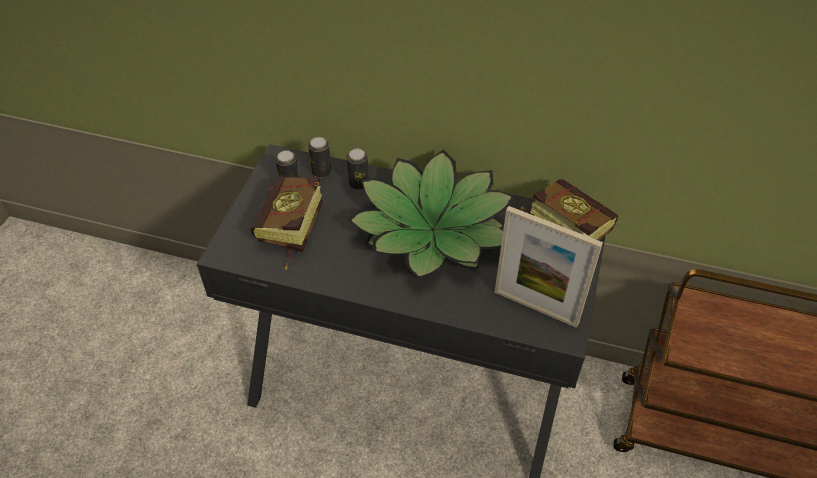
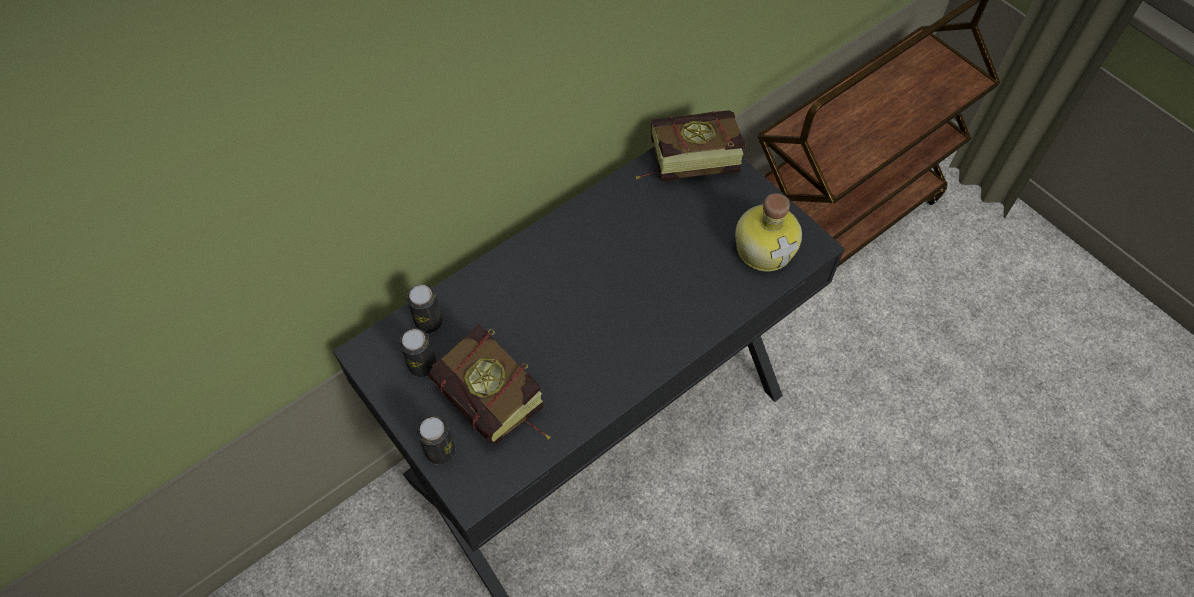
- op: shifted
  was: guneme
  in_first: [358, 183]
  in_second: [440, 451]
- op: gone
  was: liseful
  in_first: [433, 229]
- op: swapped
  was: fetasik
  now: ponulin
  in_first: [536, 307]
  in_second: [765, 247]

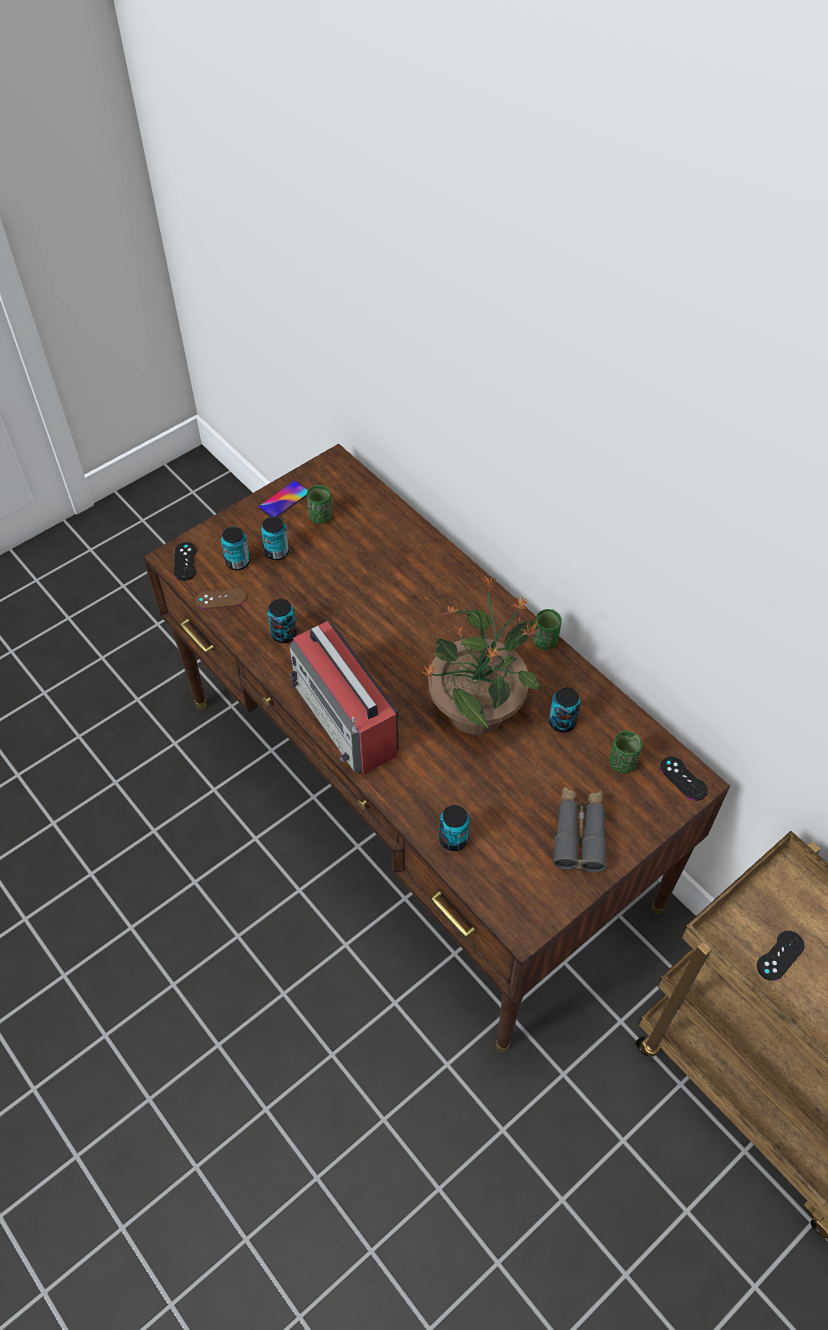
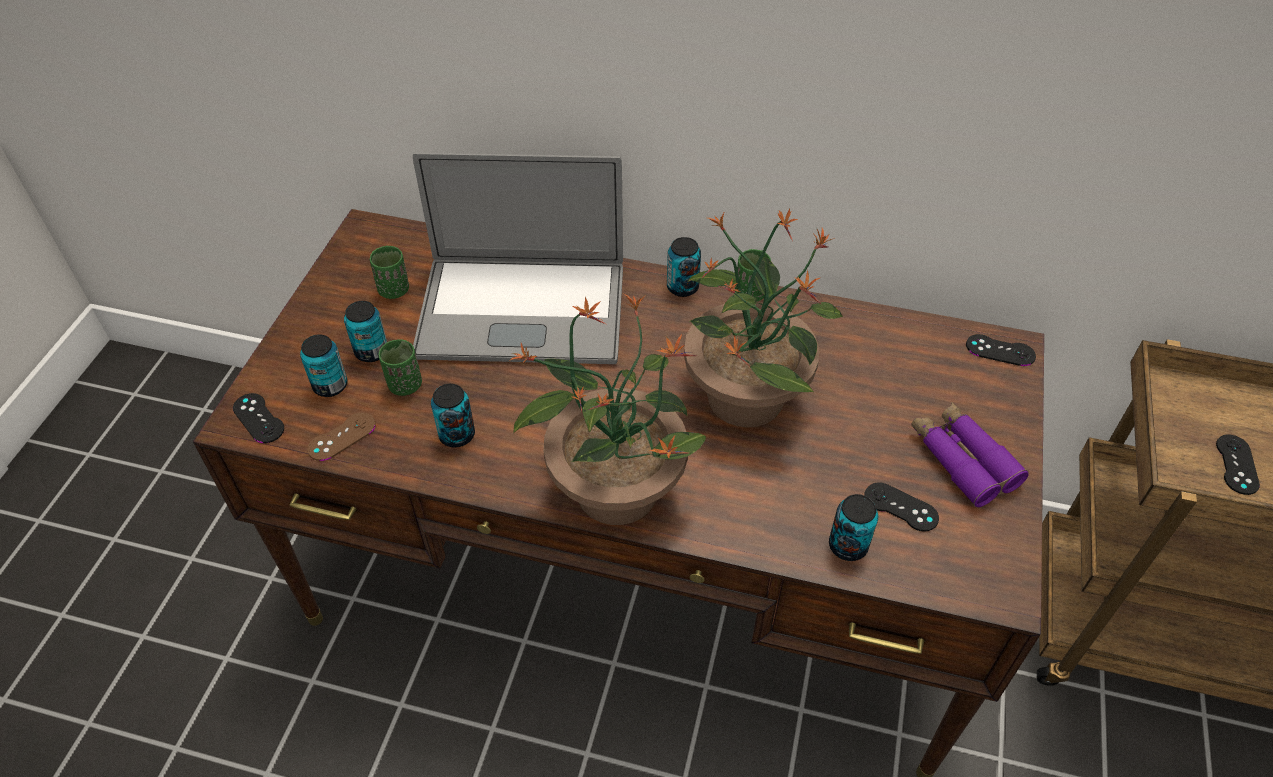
- op: gone
  was: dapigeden
  in_first: [284, 500]
- op: swapped
  was: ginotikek
  now: liseful
  in_first: [346, 720]
  in_second: [615, 488]
- op: shifted
  was: guneme
  in_first: [562, 722]
  in_second: [682, 287]
- op: shifted
  was: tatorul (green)
  in_first: [622, 763]
  in_second: [405, 385]
- op: repainted
  was: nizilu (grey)
  now: nizilu (purple)
  in_first: [579, 833]
  in_second: [962, 460]
- op: new
  now: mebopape
  in_second: [522, 310]
- op: new
  now: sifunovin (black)
  in_second: [901, 507]

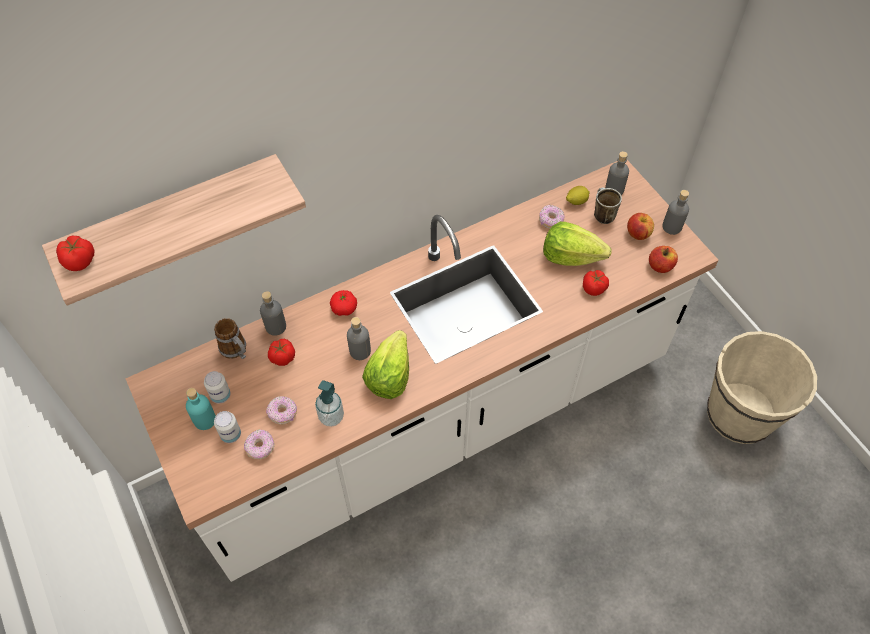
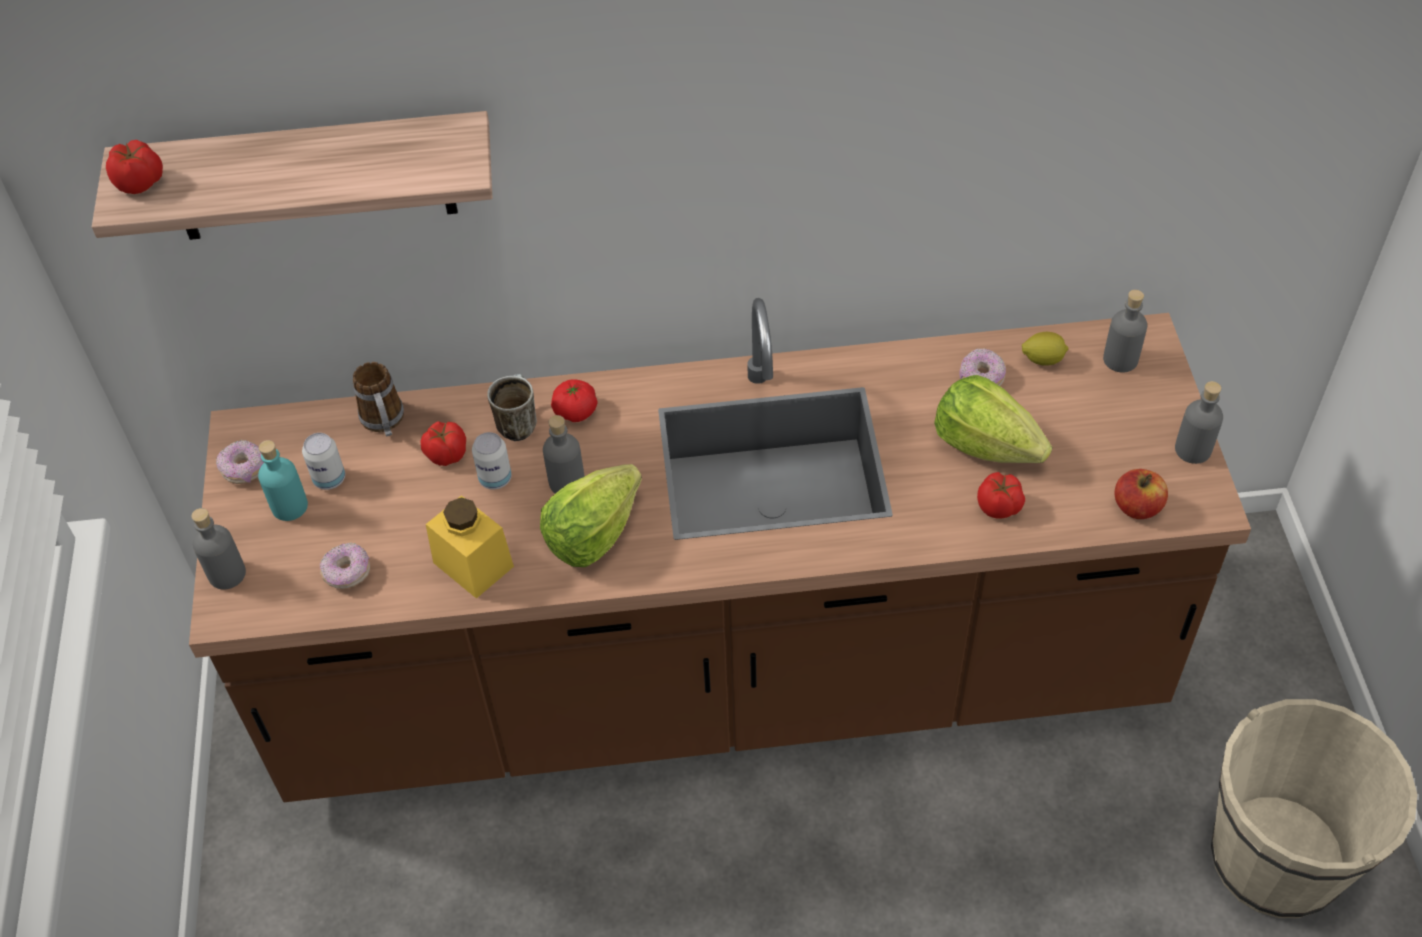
- op: repainted
  was: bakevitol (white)
  now: bakevitol (brown)
  in_first: [435, 422]
  in_second: [721, 681]
- op: shifted
  was: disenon
  in_first: [601, 214]
  in_second: [516, 423]
- op: gone
  was: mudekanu
  in_first: [638, 234]
- op: shifted
  was: ponulin (grey)
  in_first: [275, 326]
  in_second: [227, 574]
- op: swapped
  was: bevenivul
  now: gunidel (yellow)
  in_first: [331, 417]
  in_second: [473, 564]
- op: shifted
  was: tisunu
  in_first: [283, 413]
  in_second: [244, 469]
- op: shifted
  was: guneme
  in_first: [231, 434]
  in_second: [495, 479]

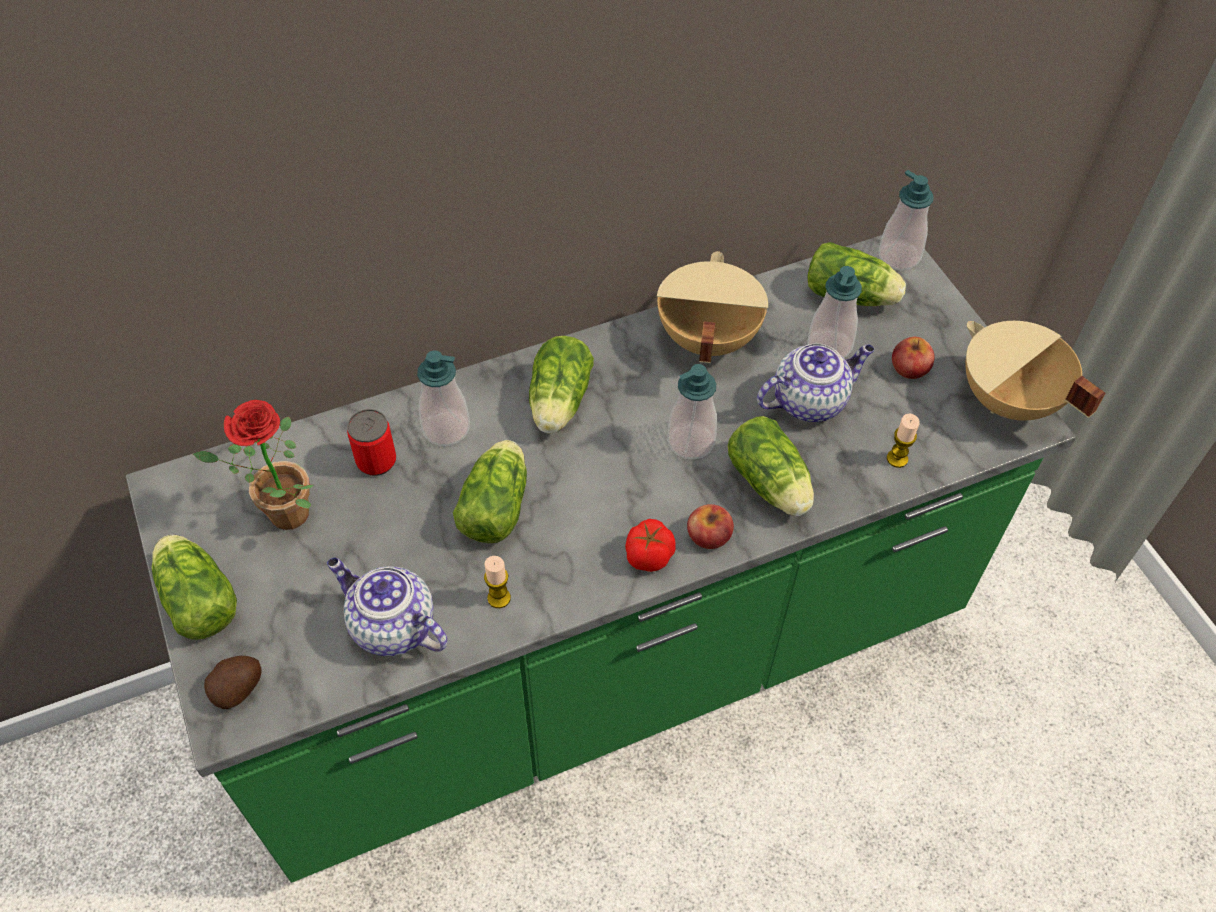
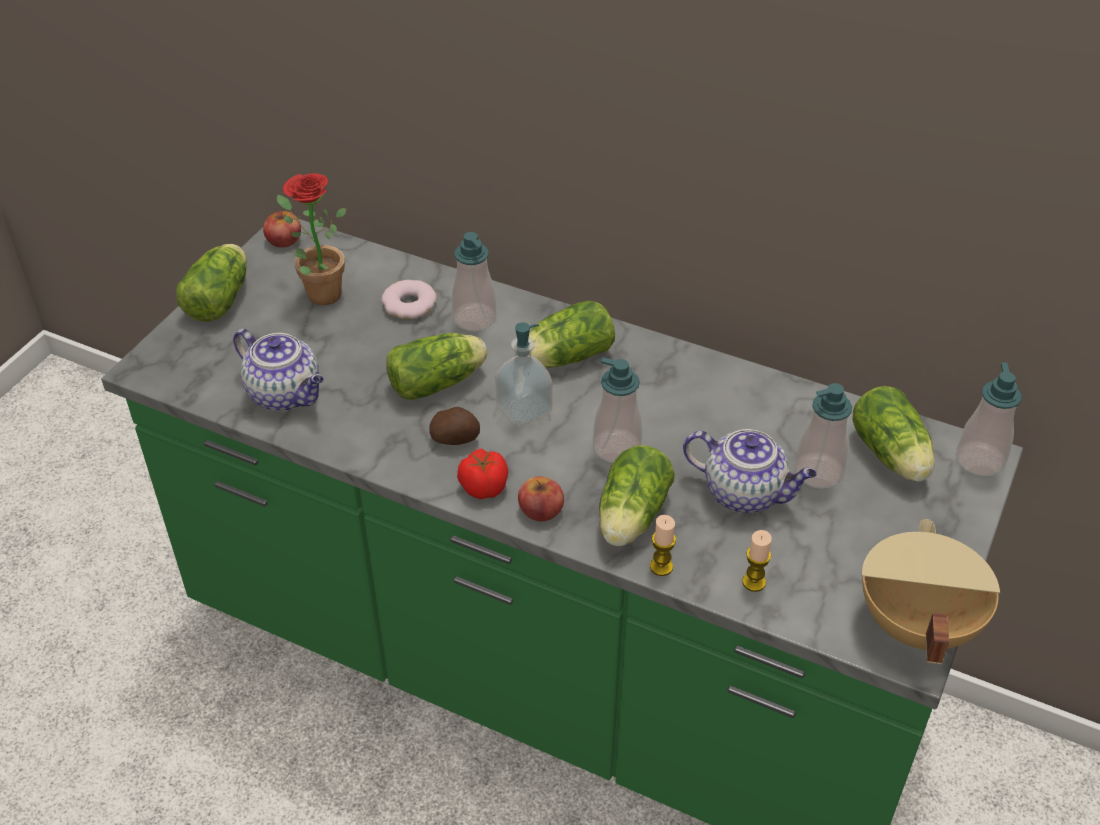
- op: gone
  was: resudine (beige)
  in_first: [705, 338]
- op: shifted
  was: mudekanu
  in_first: [909, 367]
  in_second: [284, 240]
- op: swapped
  was: guneme
  now: tisunu
  in_first: [376, 461]
  in_second: [409, 305]
- op: shifted
  was: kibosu
  in_first: [499, 598]
  in_second: [661, 567]
- op: rotated
  was: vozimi
  in_first: [391, 626]
  in_second: [286, 394]
  clockwise: 135
- op: shifted
  was: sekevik
  in_first: [239, 689]
  in_second: [455, 439]
- op: new
  now: bevenivul
  in_second: [524, 410]

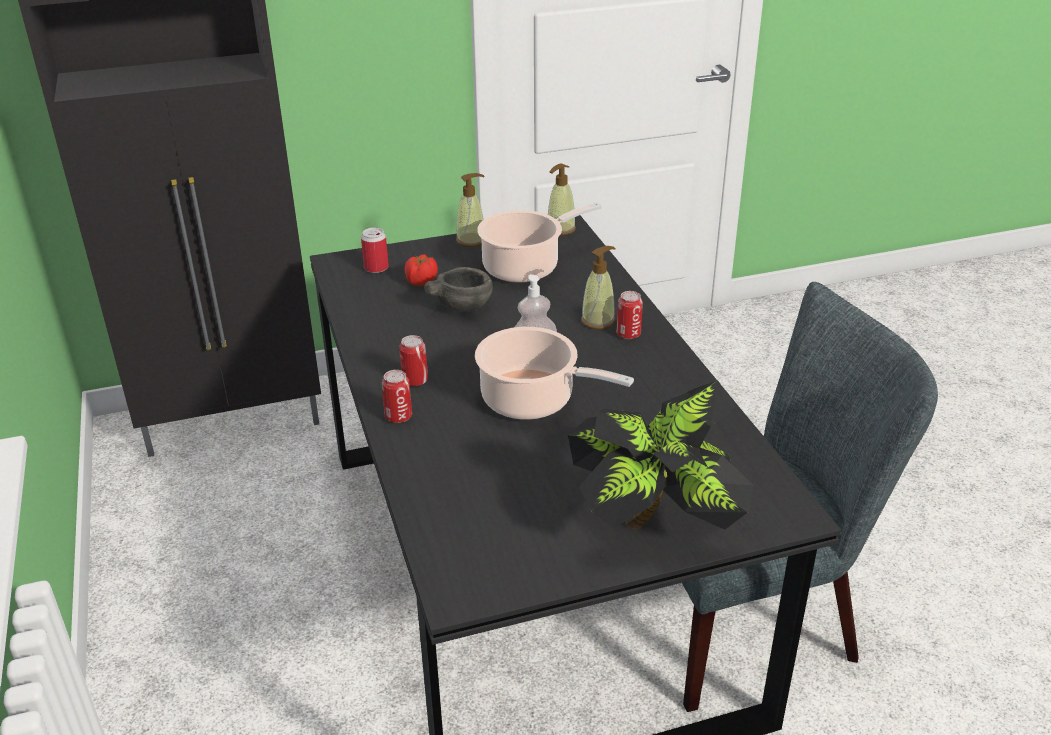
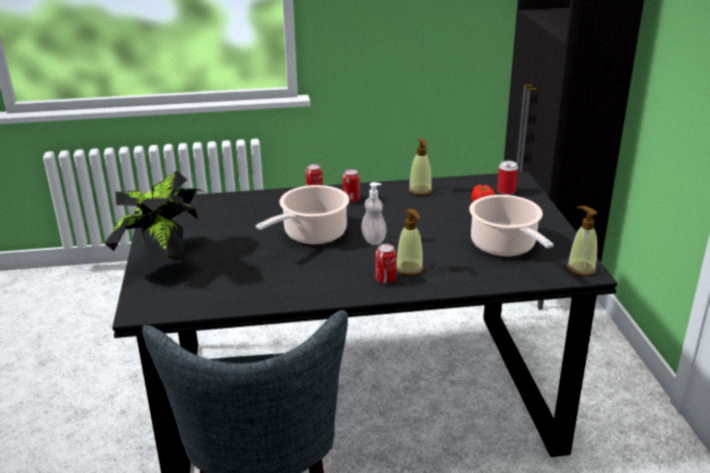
- op: shifted
  was: bevenivul
  in_first: [471, 240]
  in_second: [420, 191]
- op: gone
  was: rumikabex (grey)
  in_first: [463, 306]

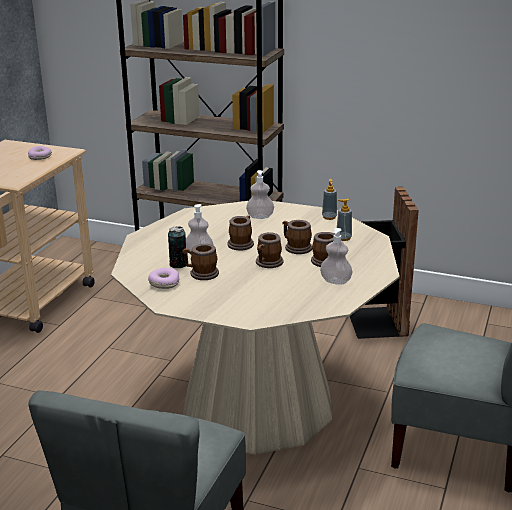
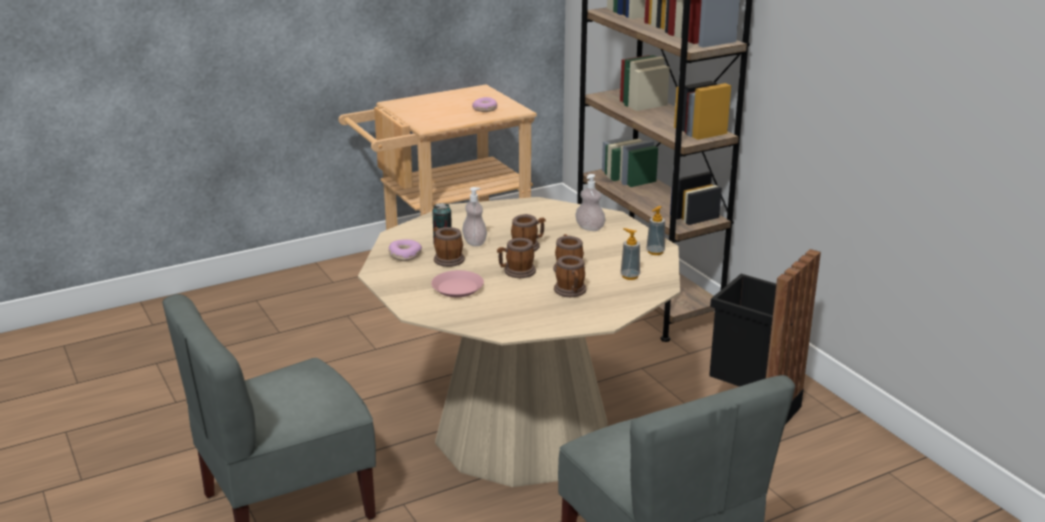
- op: gone
  was: bevenivul
  in_first: [335, 281]
- op: new
  now: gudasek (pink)
  in_second: [458, 288]

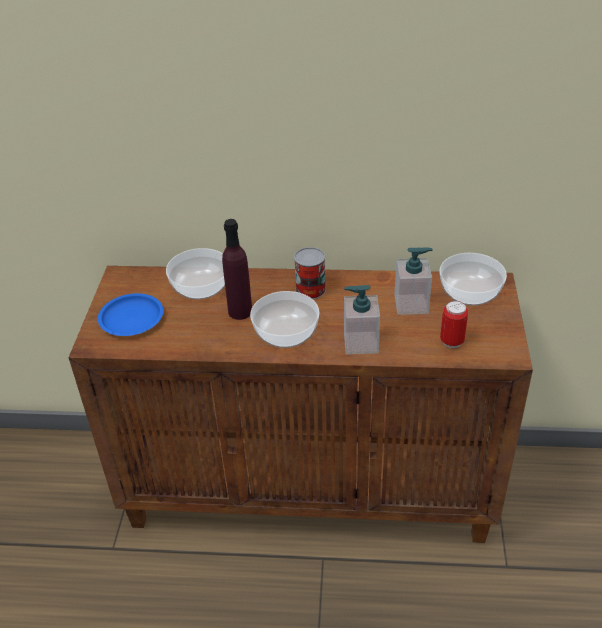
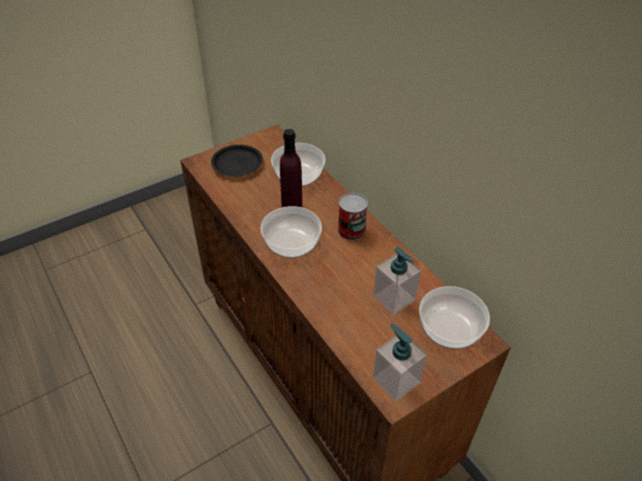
- op: shifted
  was: bevenivul
  in_first: [360, 343]
  in_second: [396, 380]
- op: repainted
  was: gudasek (blue)
  now: gudasek (black)
  in_first: [131, 318]
  in_second: [237, 164]
- op: gone
  was: guneme
  in_first: [452, 341]

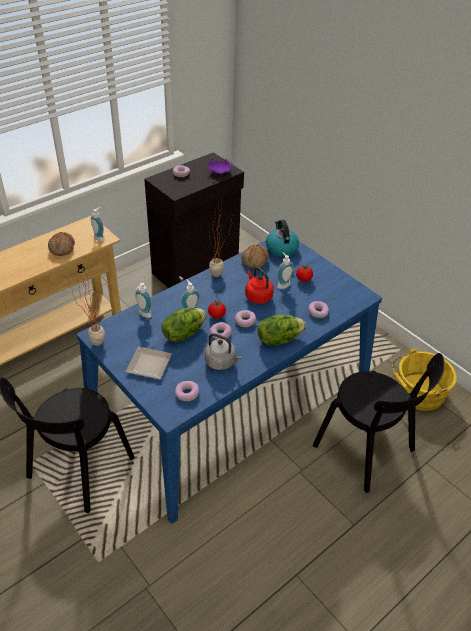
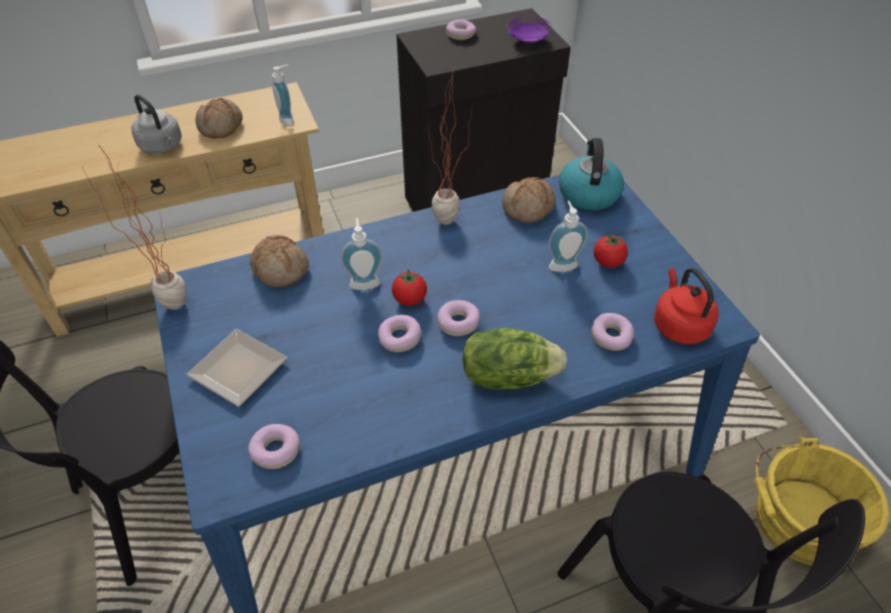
- op: shifted
  was: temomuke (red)
  in_first: [257, 296]
  in_second: [679, 325]
- op: swapped
  was: bevenivul
  now: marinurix
  in_first: [143, 315]
  in_second: [281, 268]
- op: gone
  was: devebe
  in_first: [183, 333]
- op: shifted
  was: temomuke (grey)
  in_first: [221, 362]
  in_second: [162, 146]

